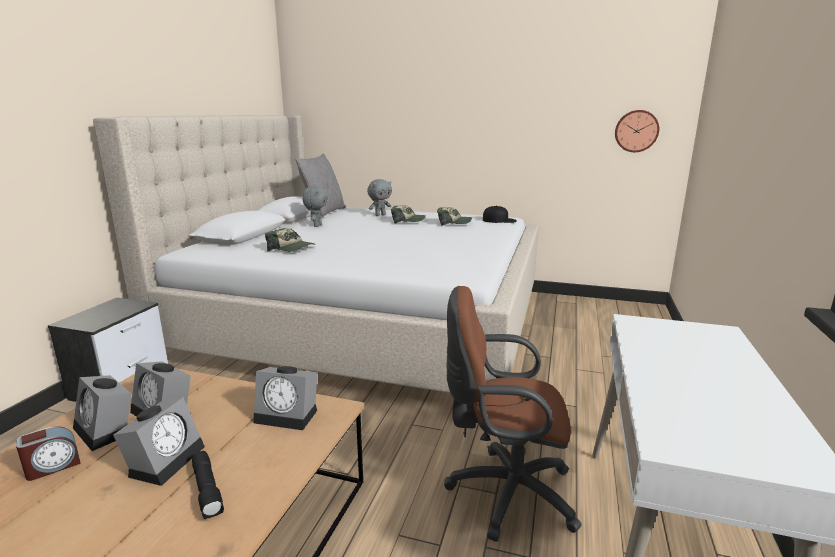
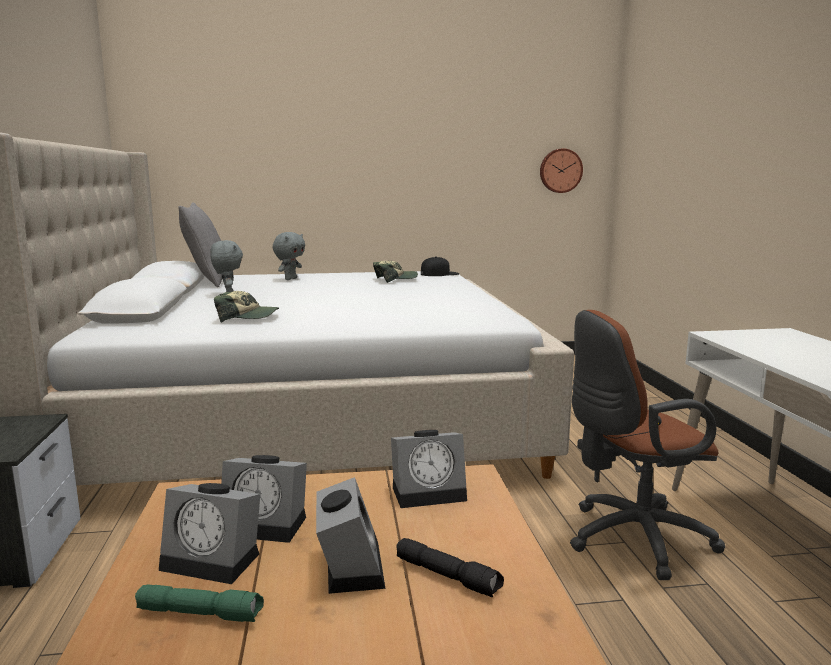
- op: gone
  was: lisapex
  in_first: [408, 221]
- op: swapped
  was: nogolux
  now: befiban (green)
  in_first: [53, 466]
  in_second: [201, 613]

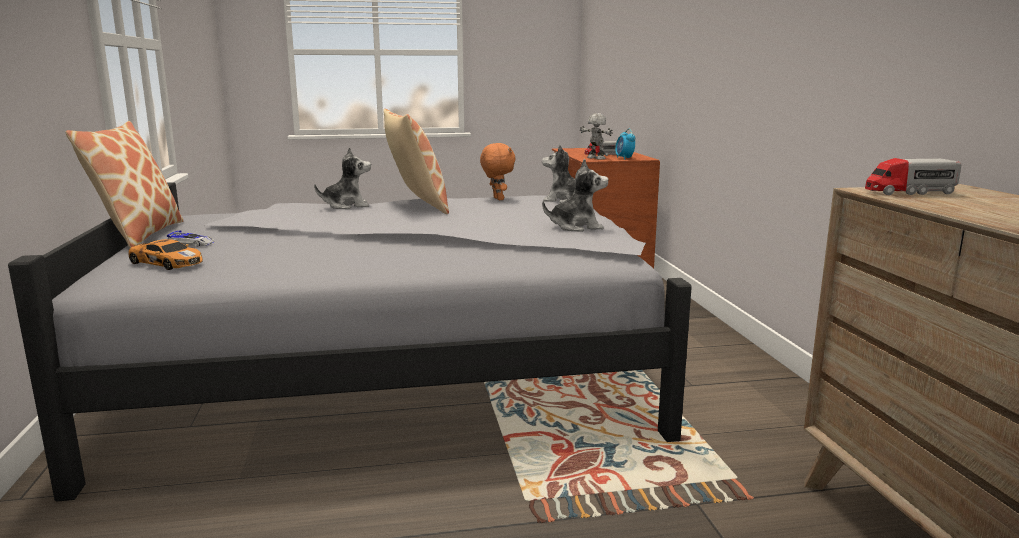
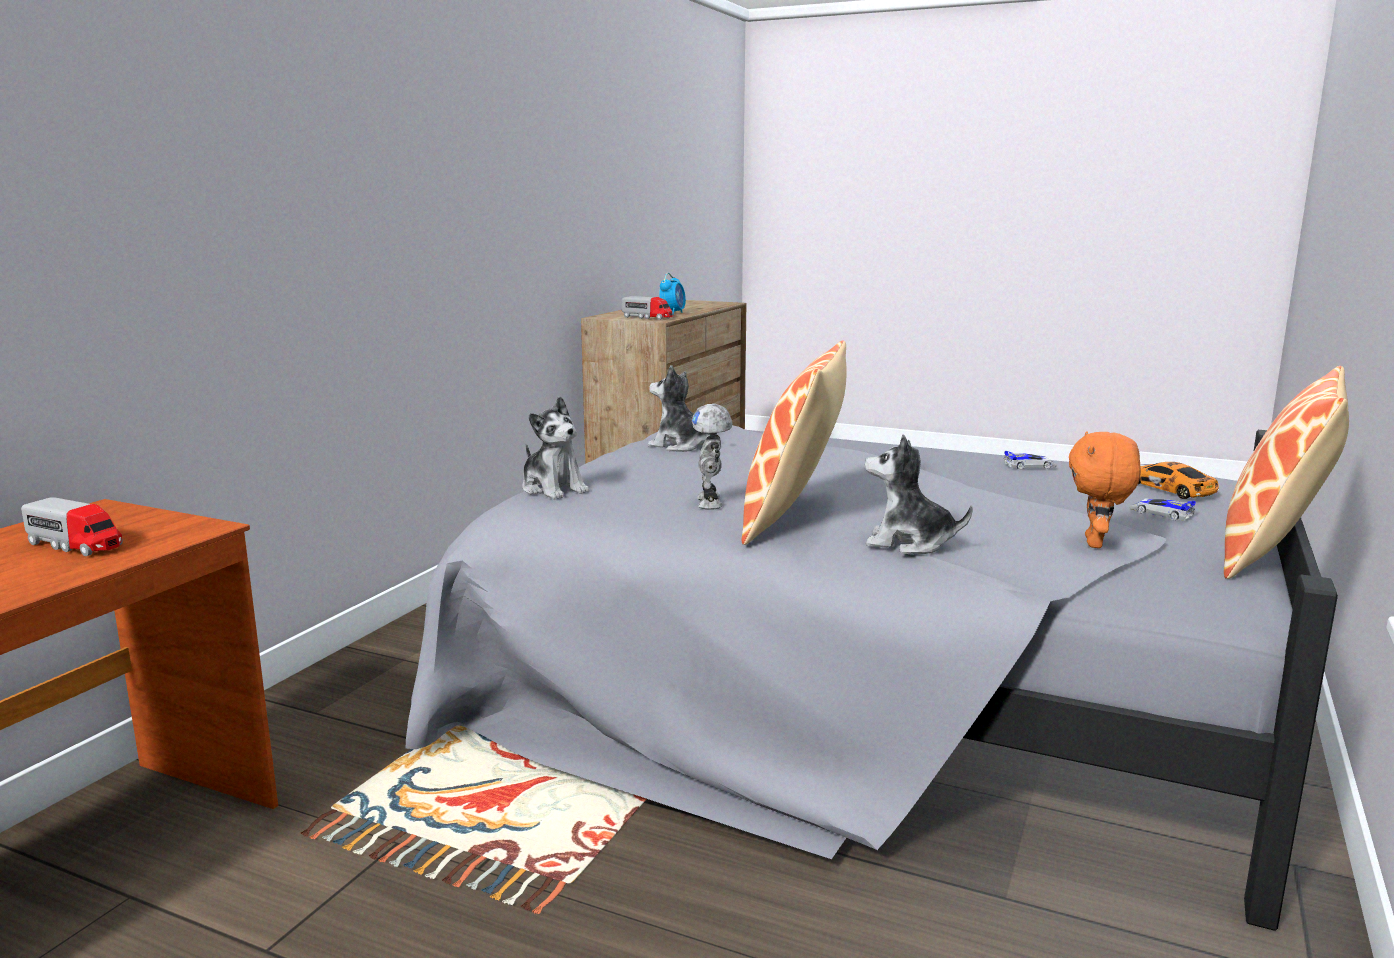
- op: shifted
  was: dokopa
  in_first: [595, 158]
  in_second: [711, 503]
- op: shifted
  was: nogolux
  in_first: [624, 158]
  in_second: [673, 313]
- op: shifted
  was: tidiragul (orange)
  in_first: [497, 199]
  in_second: [1096, 543]
- op: new
  now: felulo
  in_second: [1030, 466]

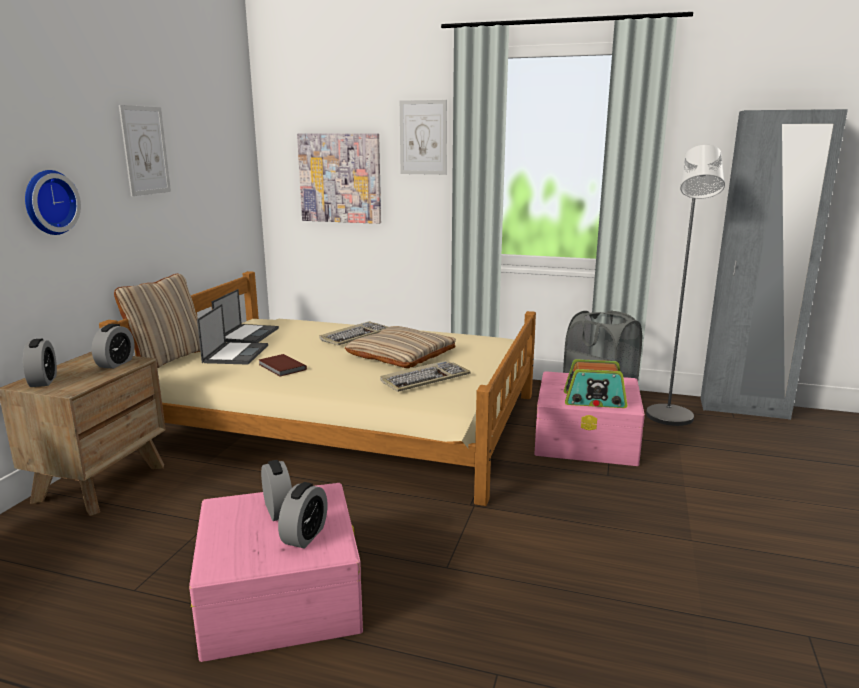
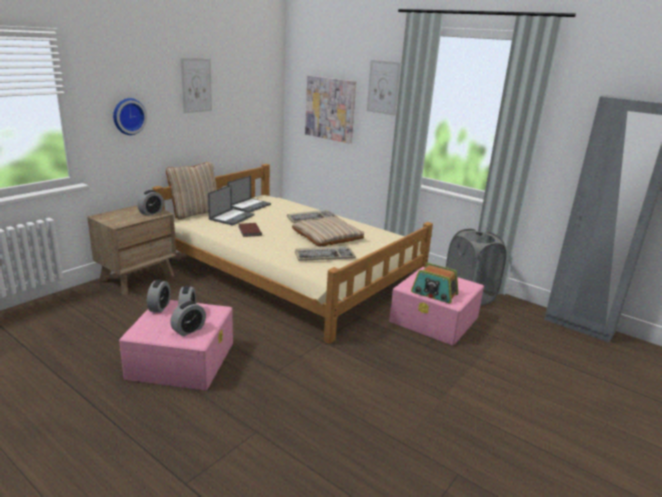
- op: gone
  was: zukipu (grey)
  in_first: [670, 420]
- op: shifted
  was: nogolux
  in_first: [43, 381]
  in_second: [159, 307]

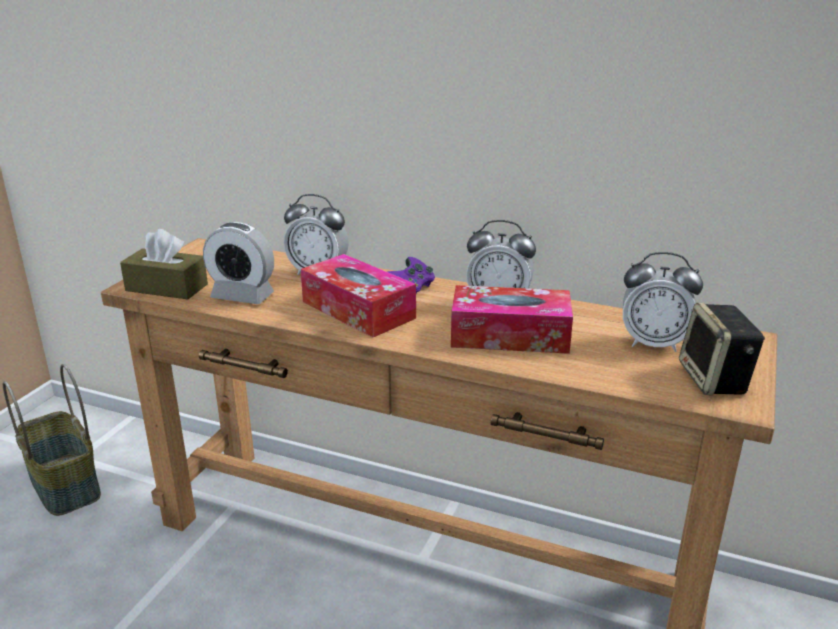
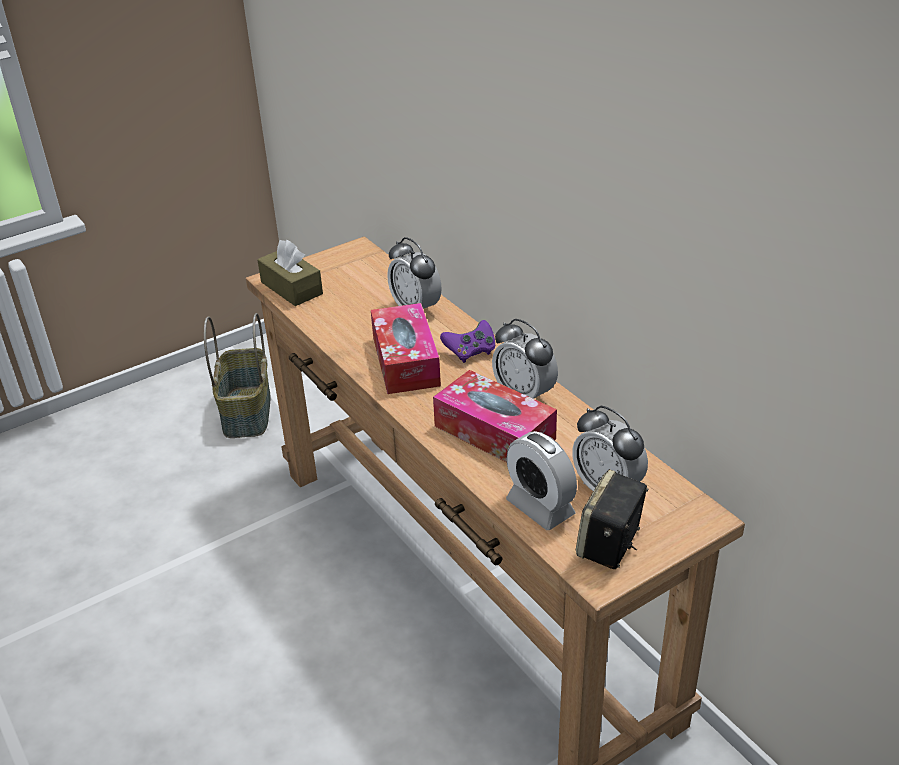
- op: shifted
  was: nogolux
  in_first: [242, 296]
  in_second: [540, 507]

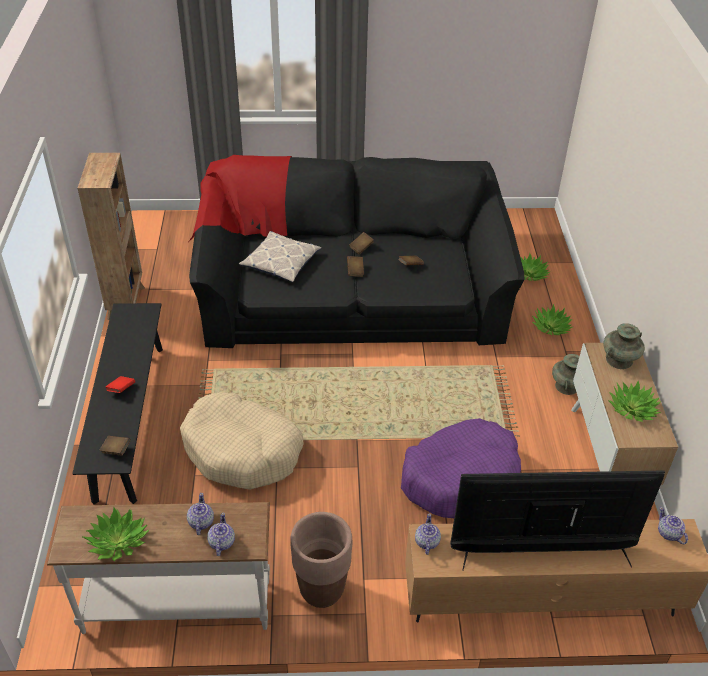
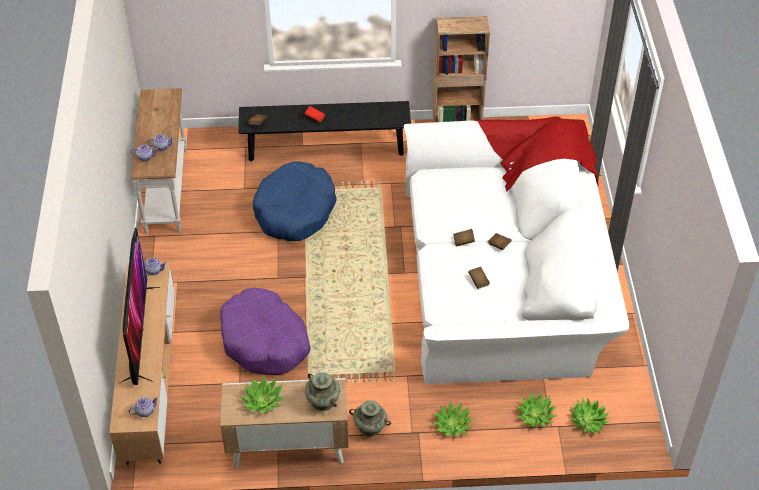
- op: repainted
  was: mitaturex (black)
  now: mitaturex (white)
  in_first: [351, 280]
  in_second: [505, 270]
- op: gone
  was: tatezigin
  in_first: [281, 262]
- op: repainted
  was: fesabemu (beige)
  now: fesabemu (blue)
  in_first: [242, 451]
  in_second: [295, 211]
- op: shifted
  was: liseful
  in_first: [118, 541]
  in_second: [588, 420]
- op: gone
  was: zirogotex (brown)
  in_first: [322, 590]

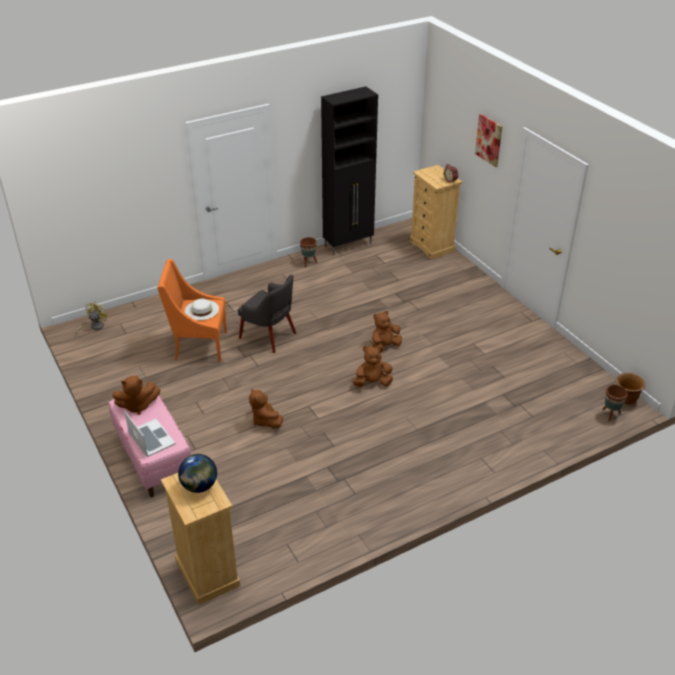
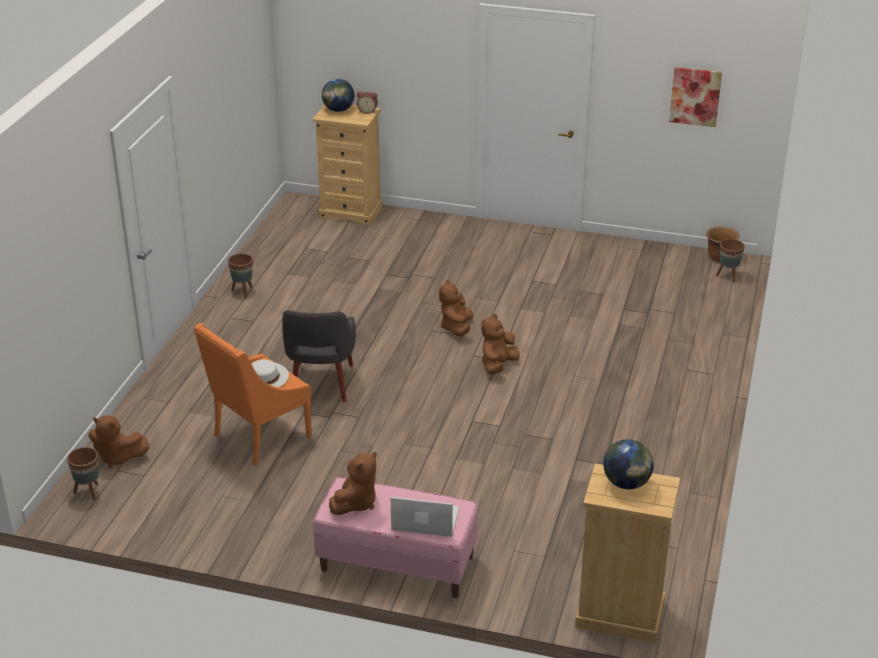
- op: gone
  was: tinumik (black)
  in_first: [349, 245]
- op: shifted
  was: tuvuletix
  in_first: [489, 140]
  in_second: [695, 96]
- op: rotated
  was: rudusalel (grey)
  in_first: [269, 336]
  in_second: [321, 383]
  clockwise: 105
- op: swapped
  was: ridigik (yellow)
  now: zirogotex (brown)
  in_first: [94, 327]
  in_second: [88, 492]
- op: shifted
  was: tidiragul (brown)
  in_first: [265, 420]
  in_second: [118, 457]
- op: new
  now: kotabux
  in_second: [338, 110]

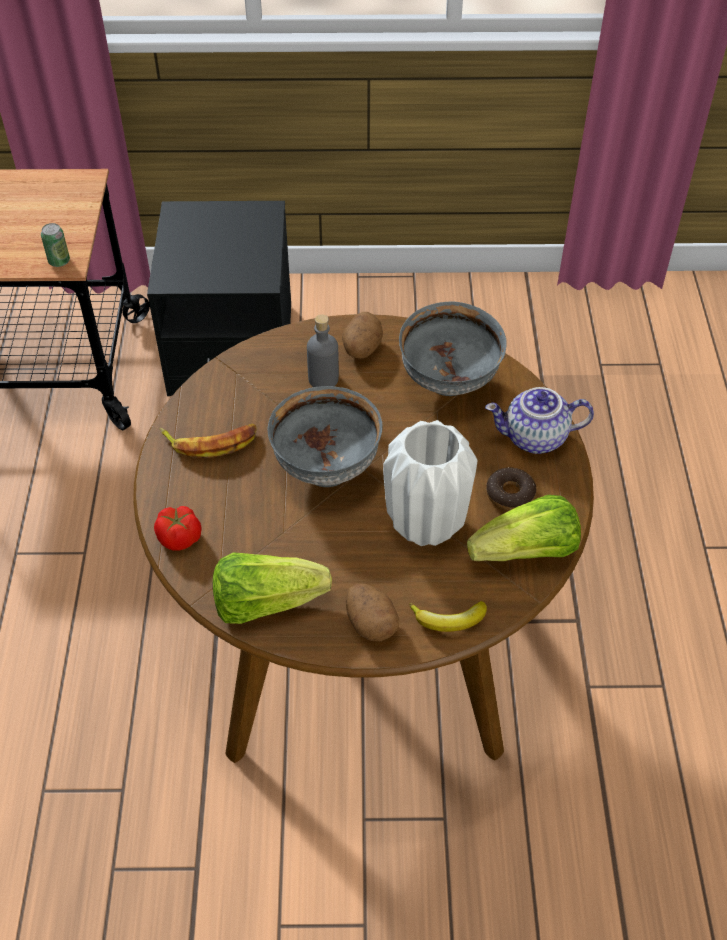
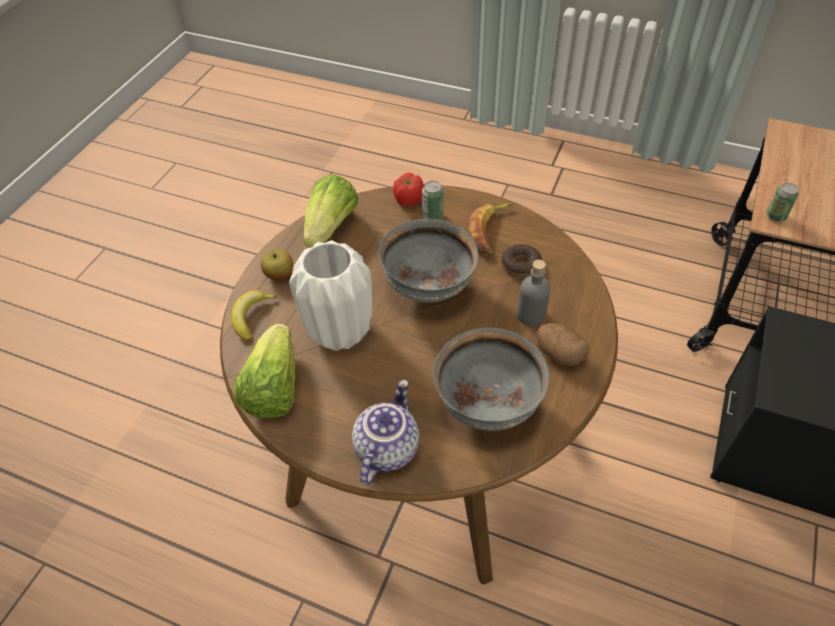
- op: shifted
  was: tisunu
  in_first: [510, 494]
  in_second: [521, 265]
- op: swapped
  was: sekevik
  now: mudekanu
  in_first: [371, 623]
  in_second: [279, 274]
- op: new
  now: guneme
  in_second: [433, 216]

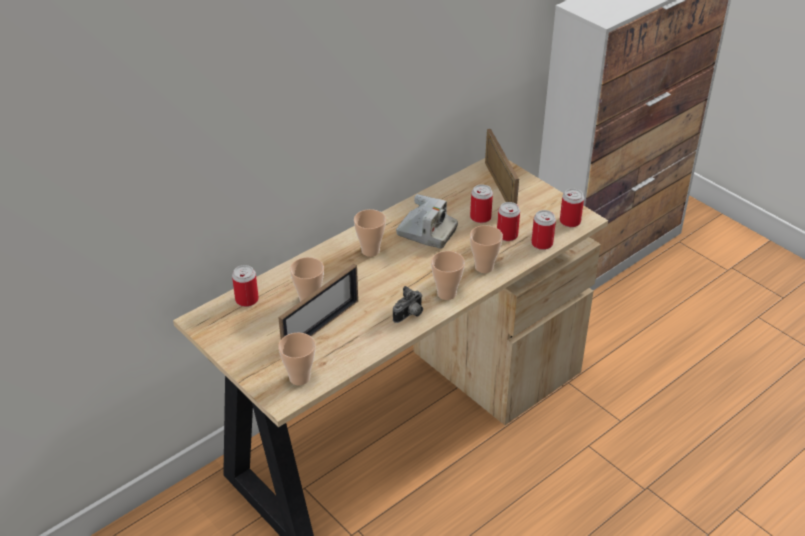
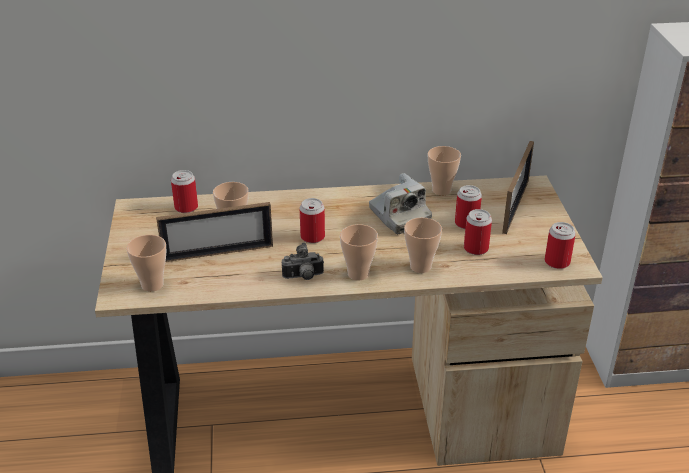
- op: shifted
  was: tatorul
  in_first: [370, 251]
  in_second: [441, 190]
- op: shifted
  was: guneme
  in_first: [542, 243]
  in_second: [312, 237]

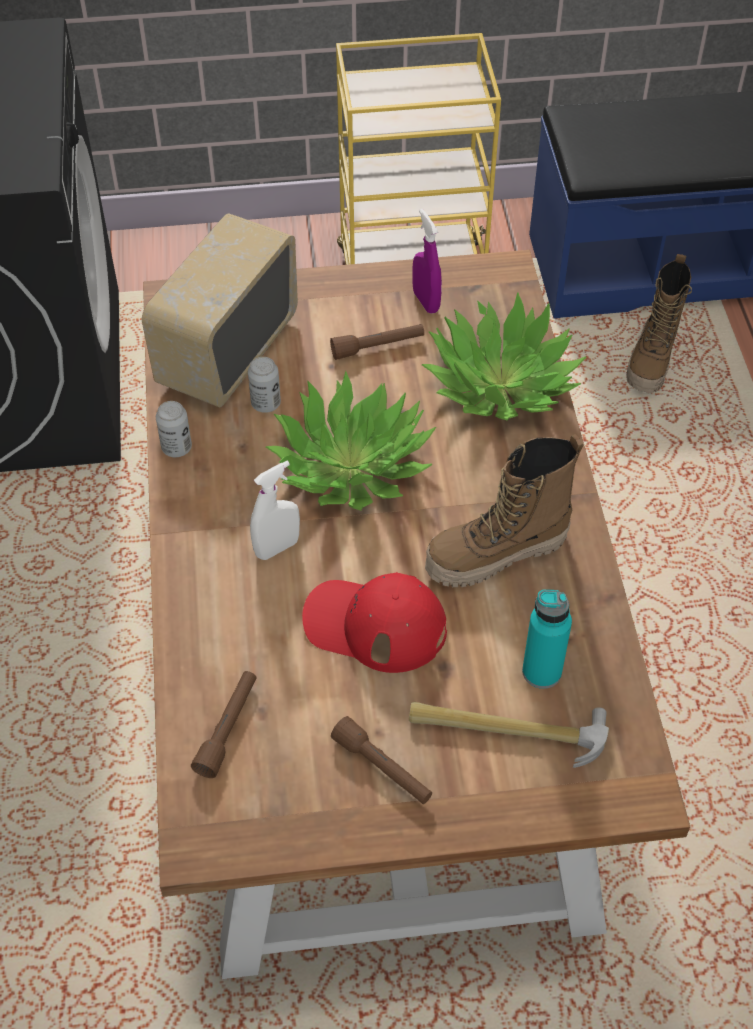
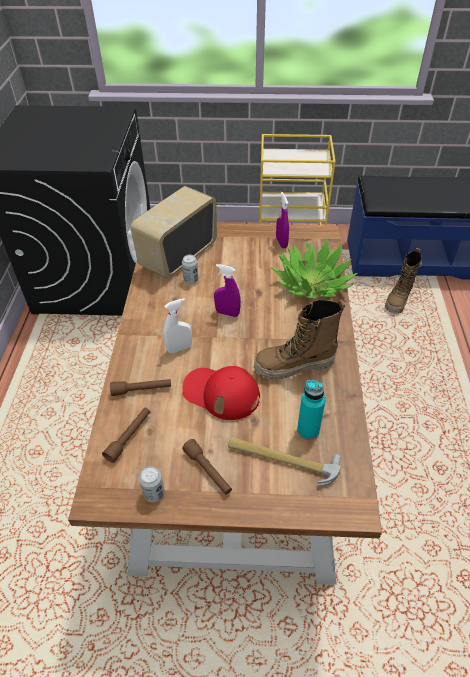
- op: shifted
  was: befiban (brown)
  in_first: [378, 347]
  in_second: [142, 390]
- op: swapped
  was: liseful
  now: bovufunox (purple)
  in_first: [351, 465]
  in_second: [227, 313]
- op: shifted
  was: guneme
  in_first: [176, 448]
  in_second: [154, 493]

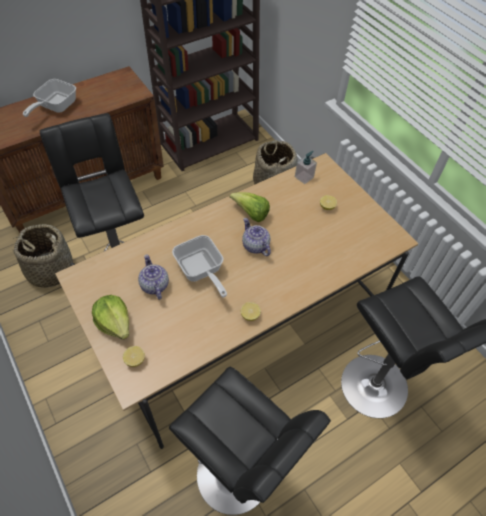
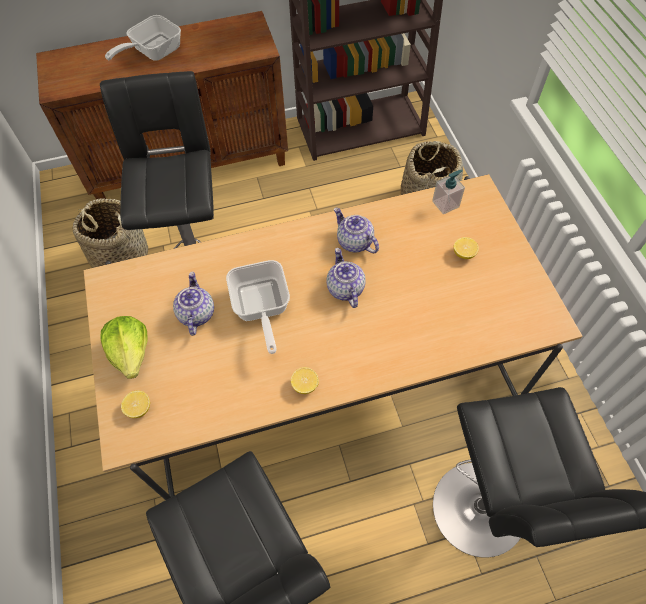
- op: swapped
  was: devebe
  now: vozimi
  in_first: [251, 213]
  in_second: [354, 242]

